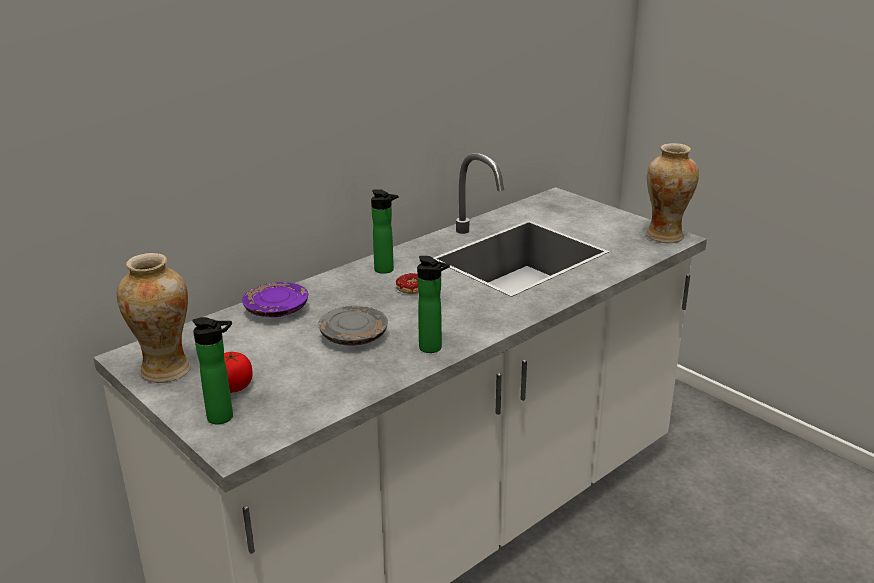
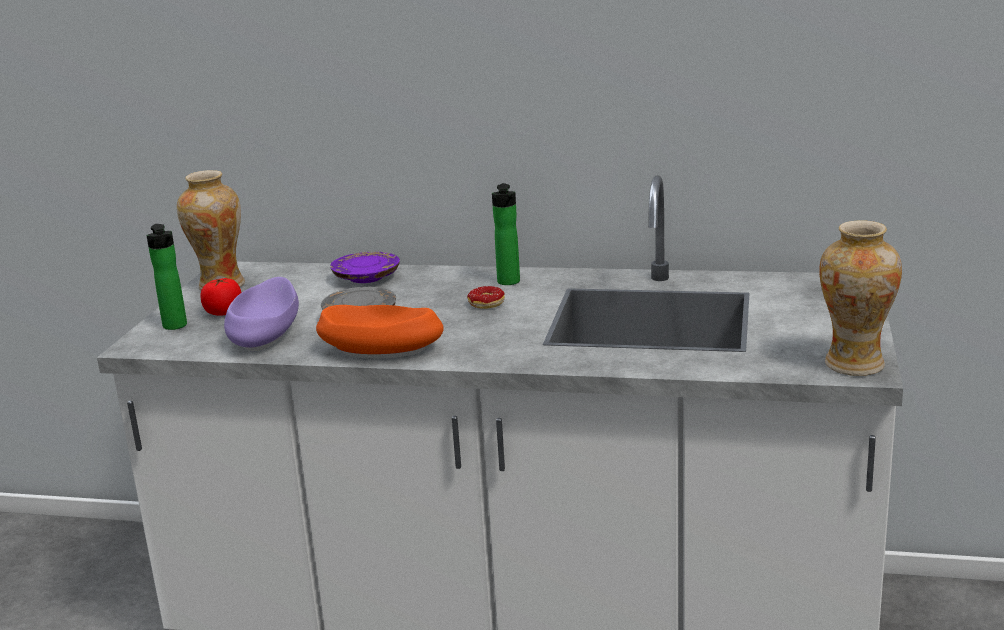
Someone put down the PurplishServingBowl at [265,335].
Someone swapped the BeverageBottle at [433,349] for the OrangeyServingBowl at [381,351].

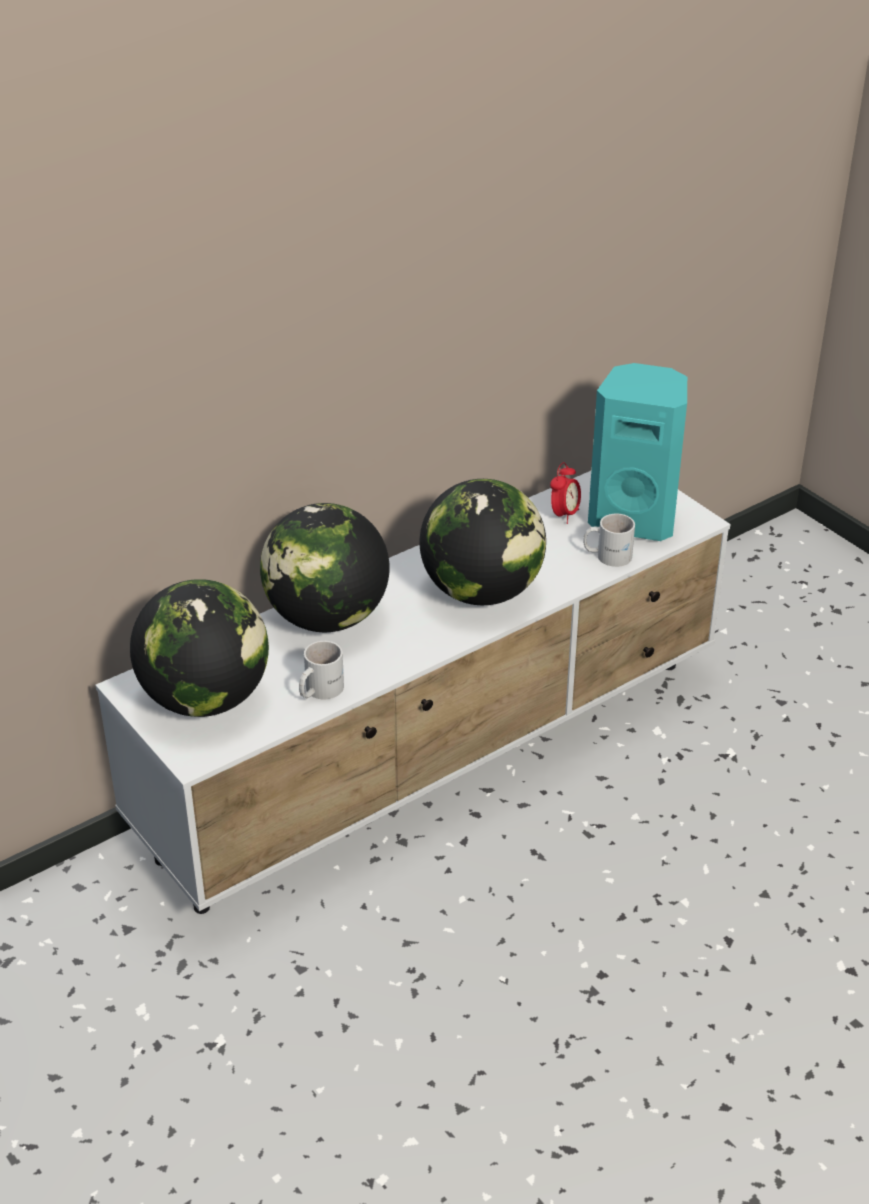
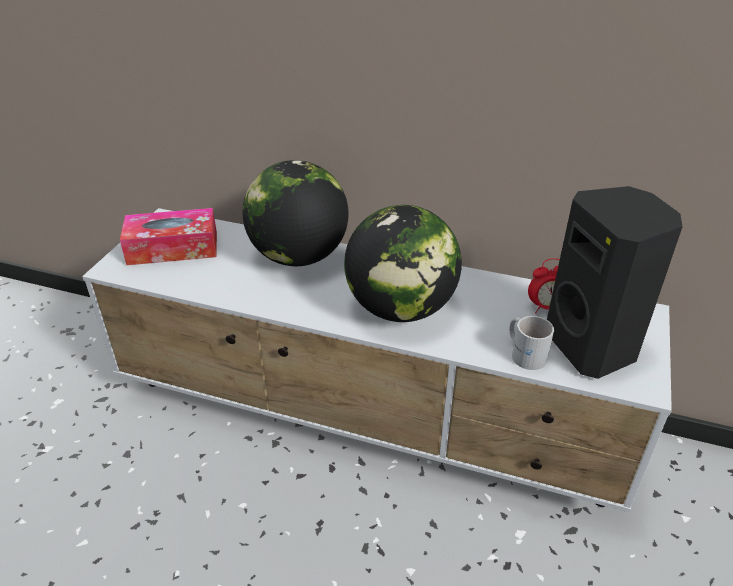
Someone took away the WhitishTeaMug at [318,690].
Someone swapped the Globe at [205,699] for the BoxOfTissues at [173,248].
Someone repainted the TurquoiseColouredSpeaker at [634,519], which became the BlackishSpeaker at [592,346].

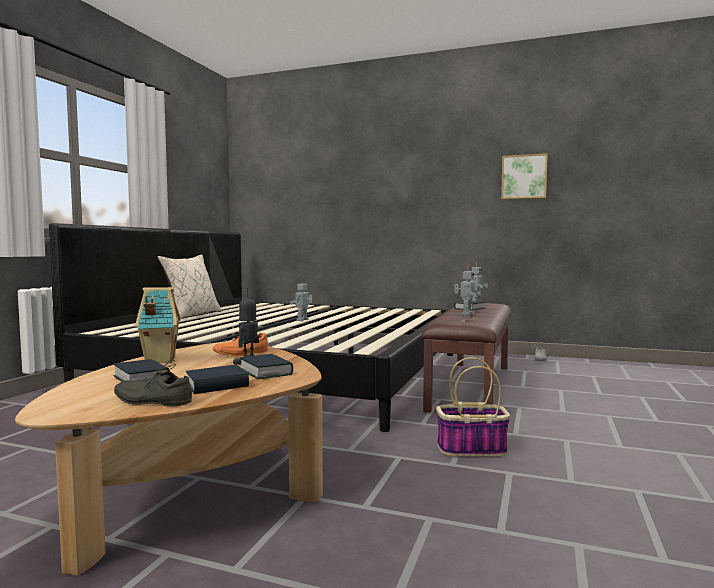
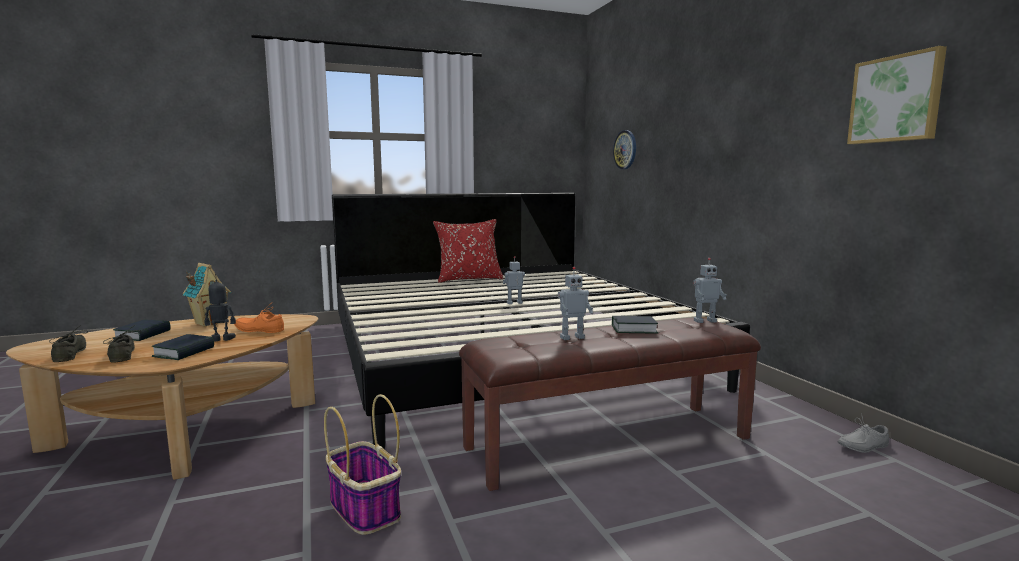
Someone put up the ClockOnTheWall at [625,150].
Someone swapped the Volume at [217,386] for the GrayLowShoe at [124,354].
Someone repainted the BeigePillow at [192,315], which became the RedColouredPillow at [468,279].

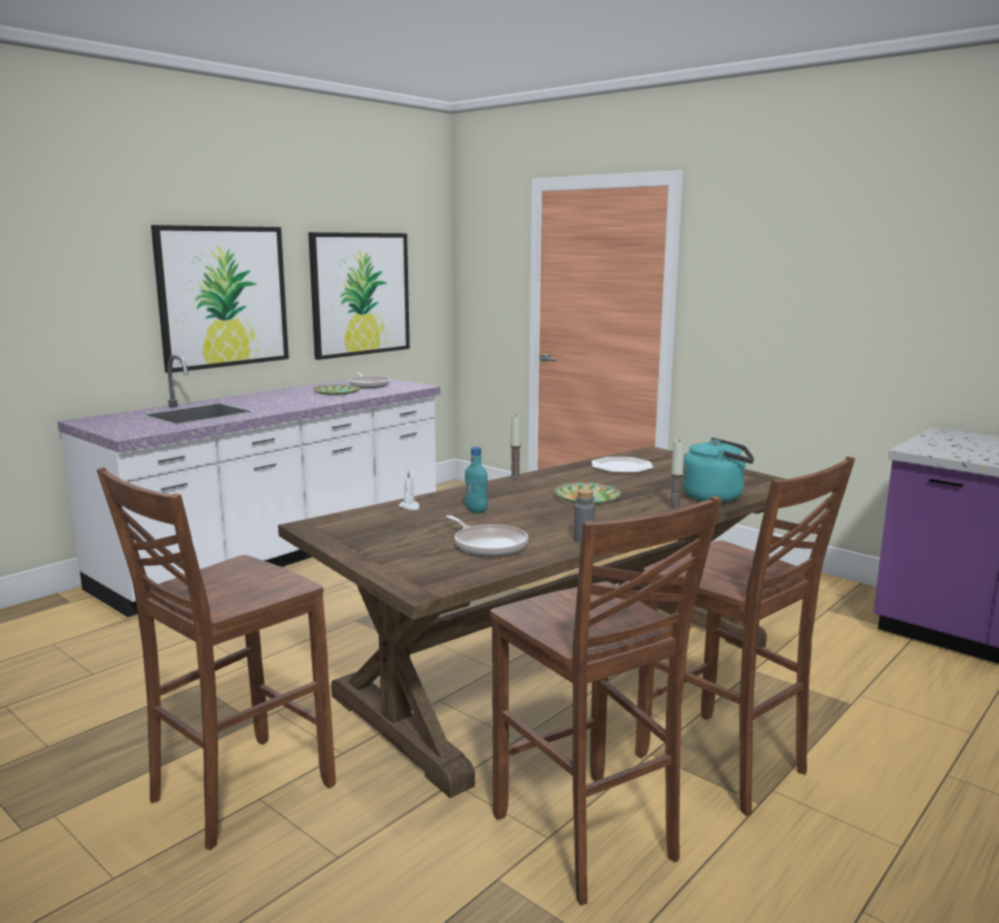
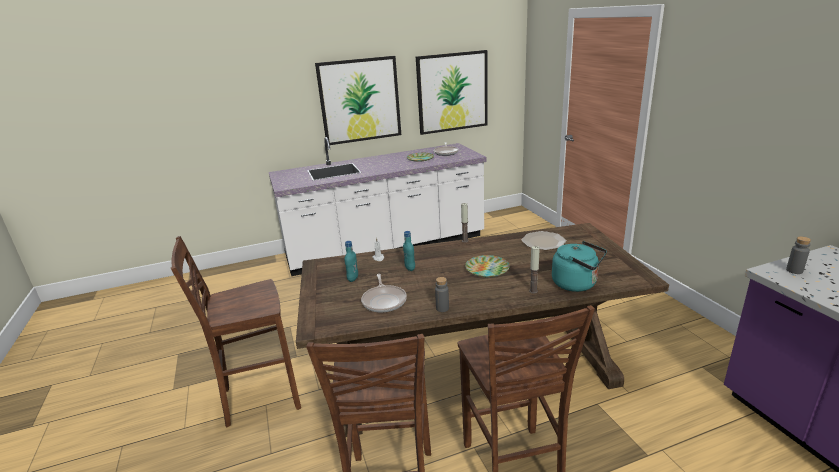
Someone put down the TurquoiseColouredBeverageBottle at [353,279].
Someone put down the GrayBeverageBottle at [794,271].

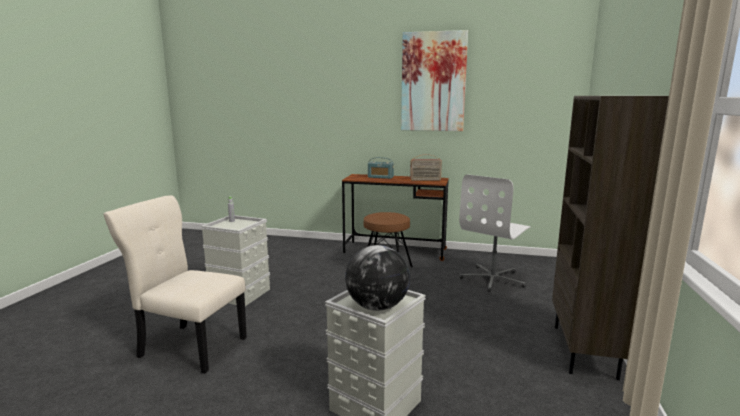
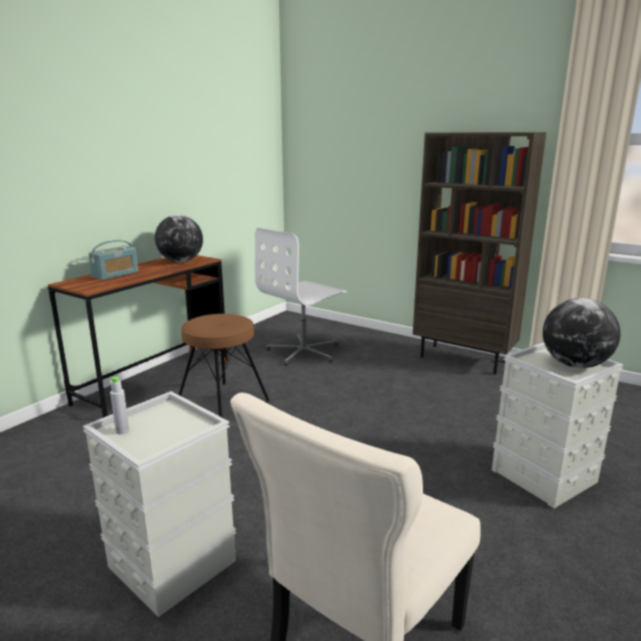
Someone took away the WallPicture at [433,82].
Someone swapped the RadioReceiver at [425,180] for the Globe at [181,261].
Someone rotated the WhitishOfficeChair at [493,279] by 75 degrees clockwise.

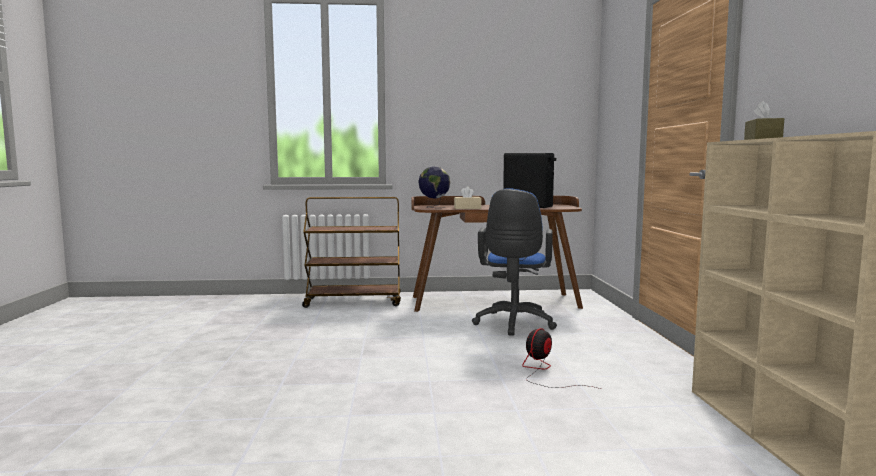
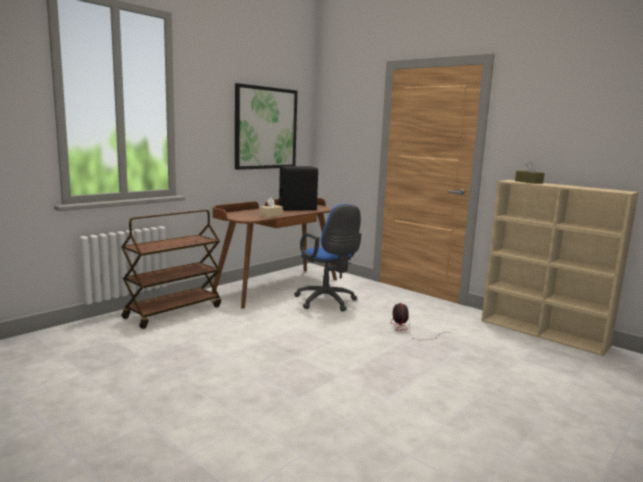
Someone took away the Globe at [434,207].
Someone put up the WallPicture at [266,128].

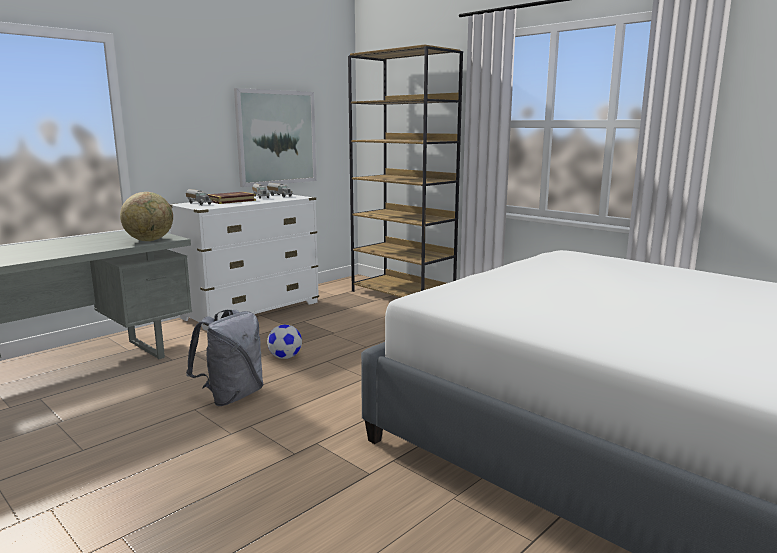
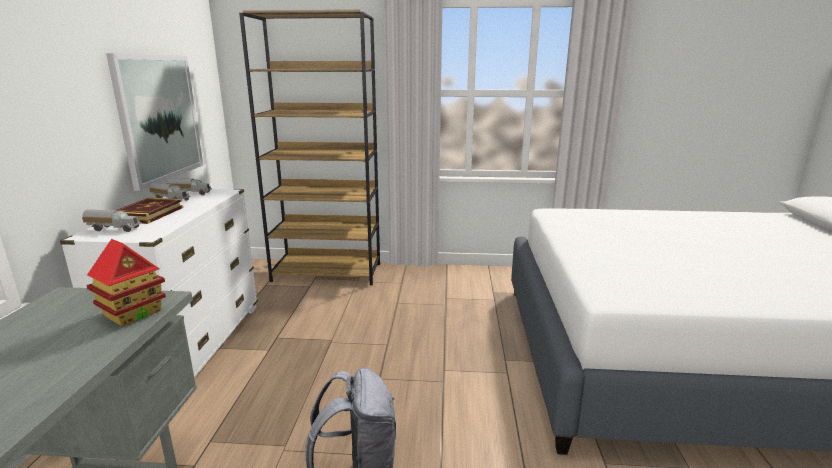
Someone took away the FootballBall at [285,357].
Someone swapped the Globe at [150,240] for the ToyHouse at [133,313].

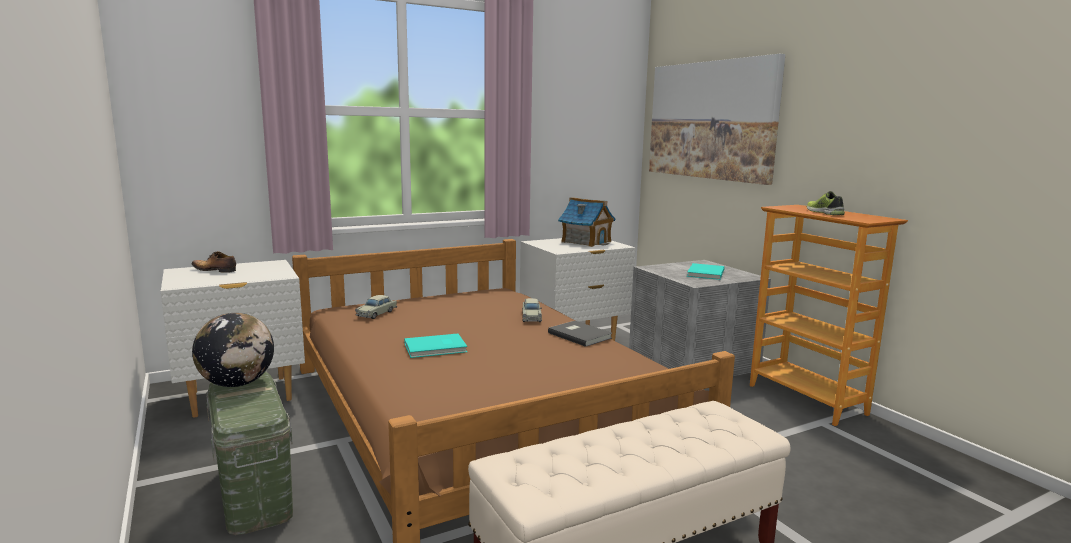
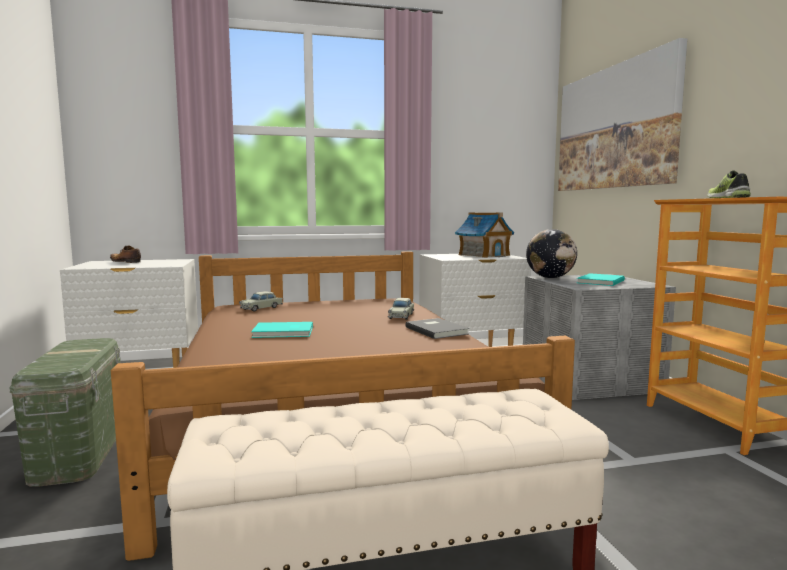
Someone carried the Globe from [237,384] to [550,277].

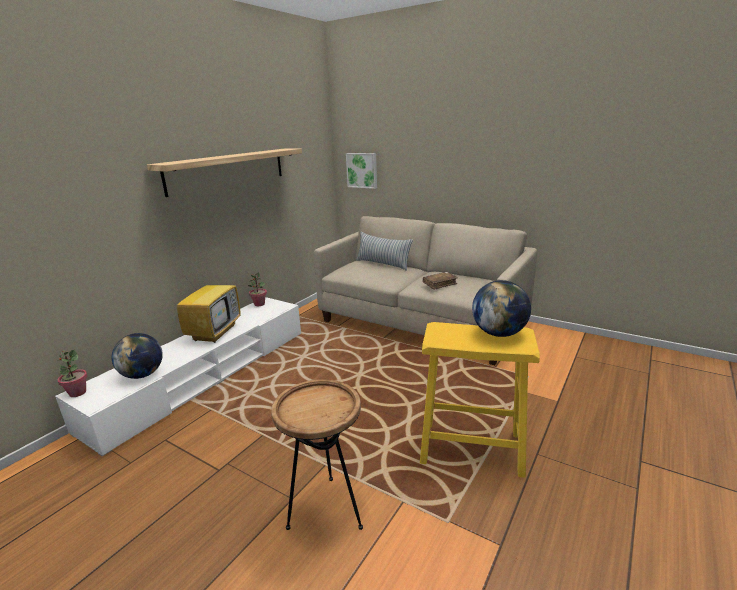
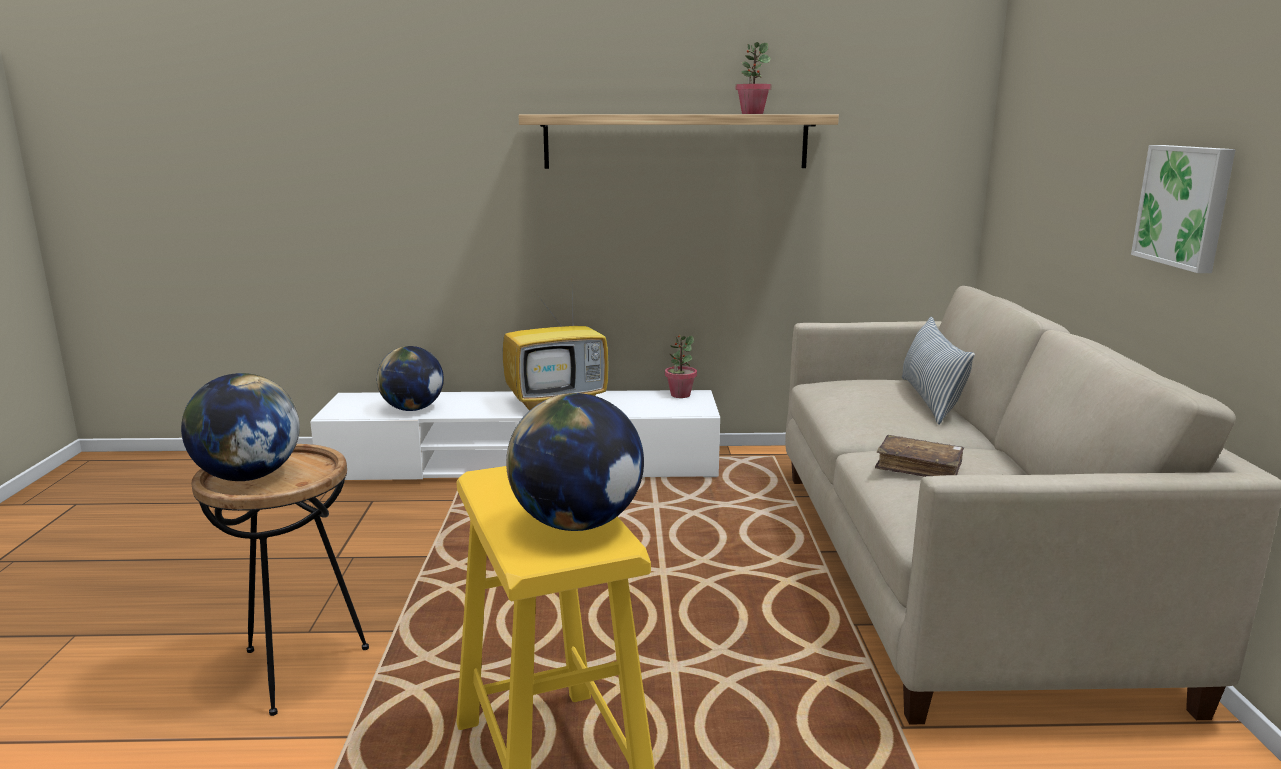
Someone put down the Globe at [248,477].
Someone carried the Houseplant from [77,393] to [752,114].
Someone carried the WallPicture from [362,170] to [1185,206].

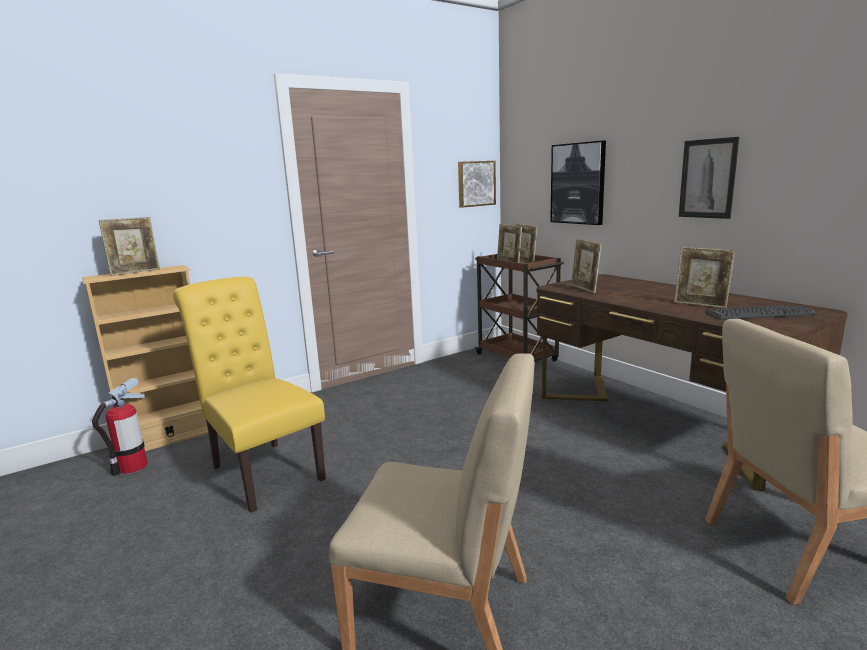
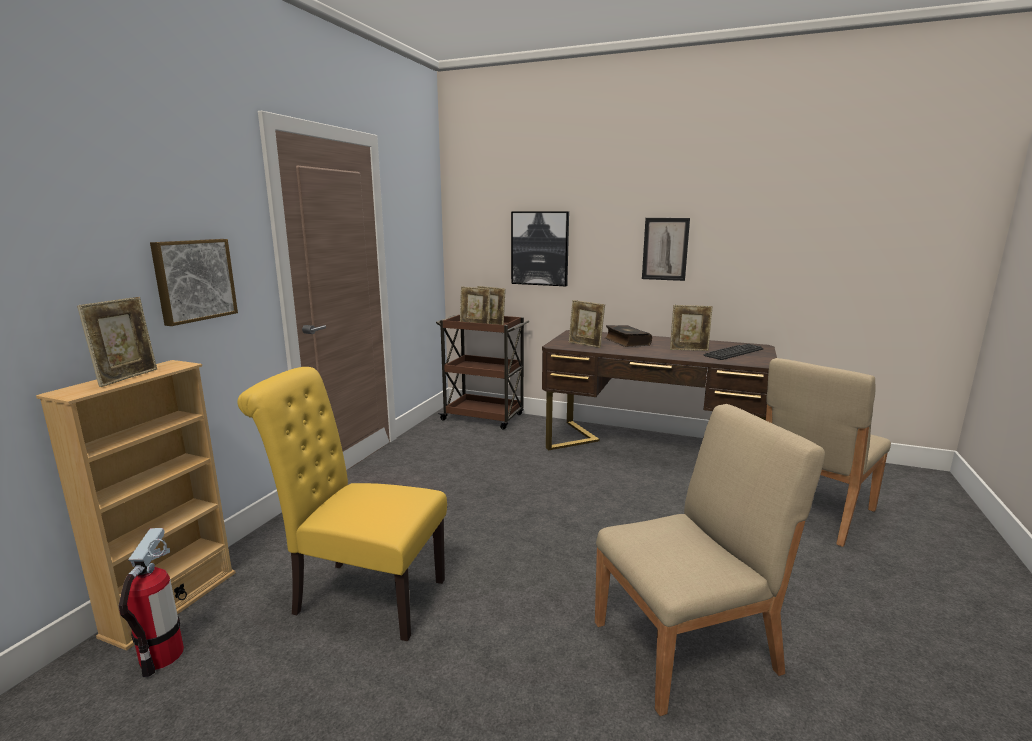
Someone put down the Volume at [626,342].
Someone carried the WallPicture from [475,183] to [193,280].

